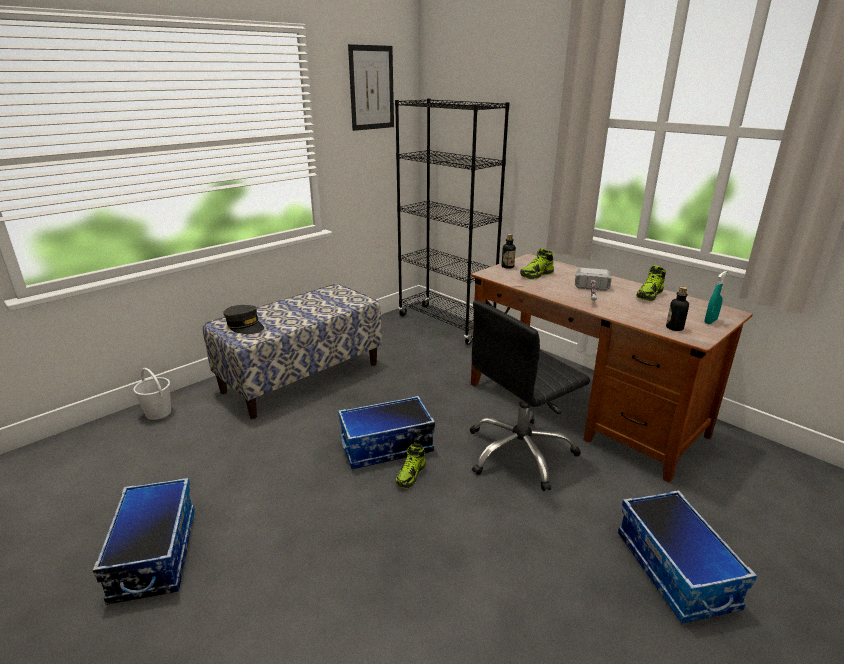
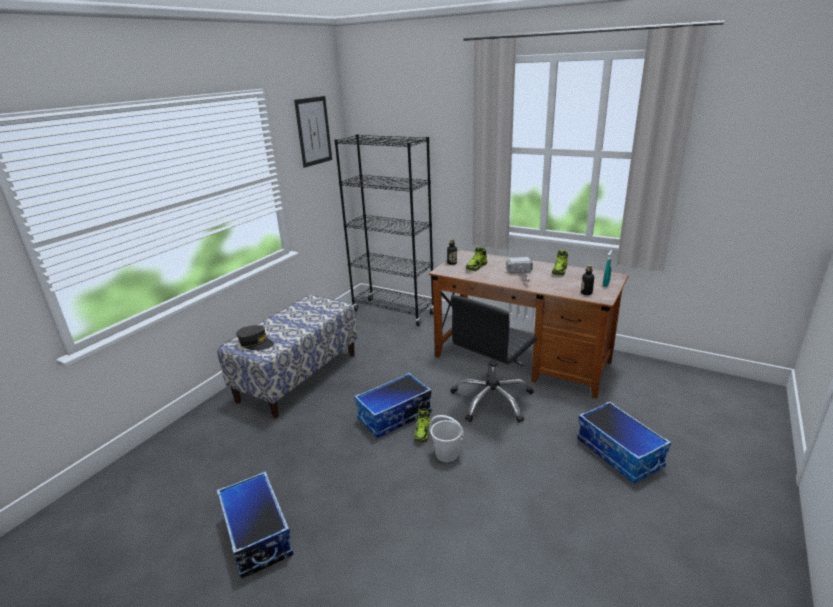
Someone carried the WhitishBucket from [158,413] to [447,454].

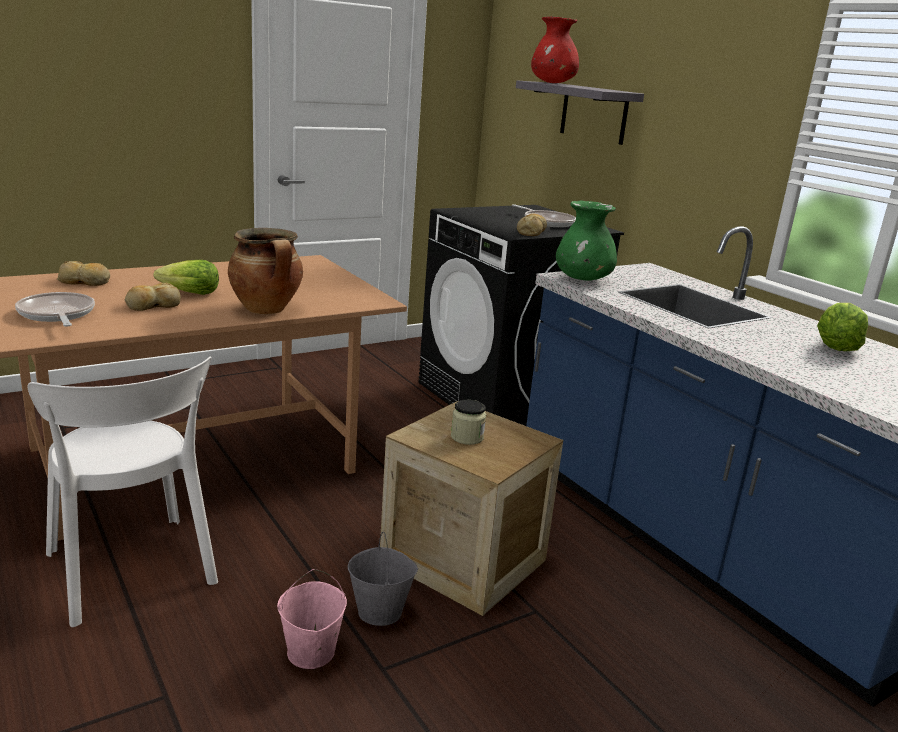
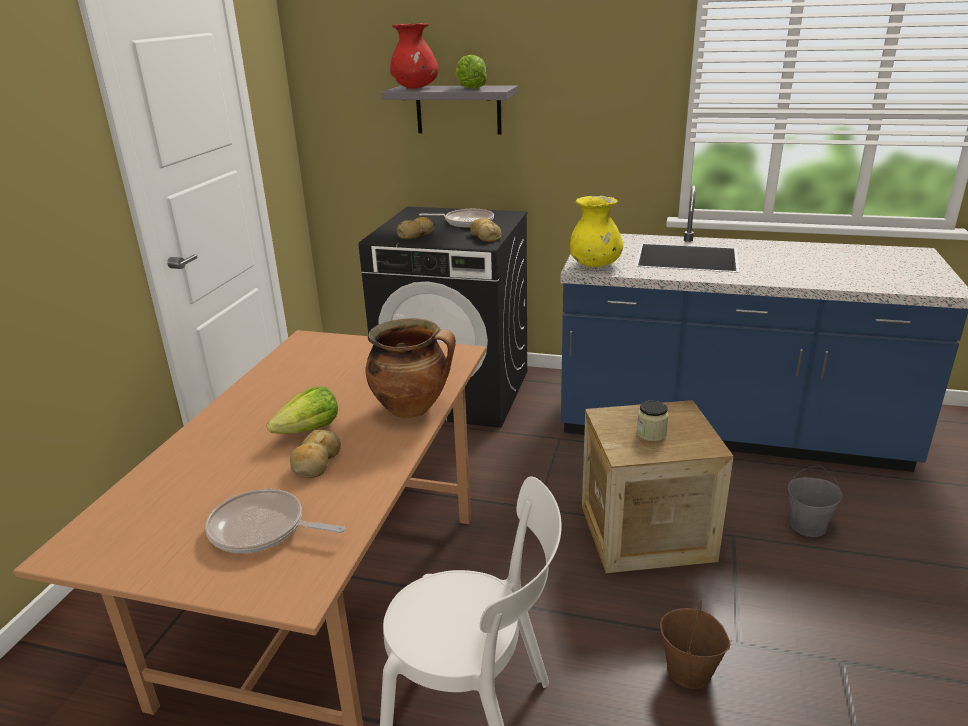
Someone carried the BakeryBread from [85,282] to [416,234].
Someone carried the GrayBucket from [380,611] to [808,525].
Someone carried the Lettuce from [835,348] to [470,89].
Someone repainted the PinkColouredBucket at [311,652], which became the BrownColouredBucket at [690,671].
Someone repainted the GreenColouredFlowerVase at [583,279], which became the YellowColouredFlowerVase at [595,265].

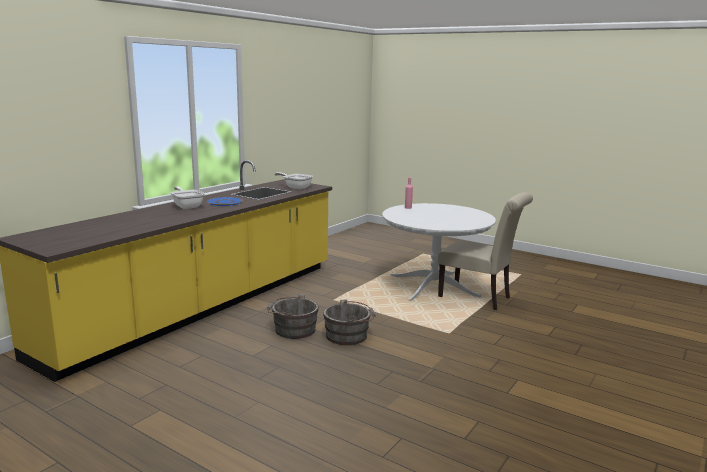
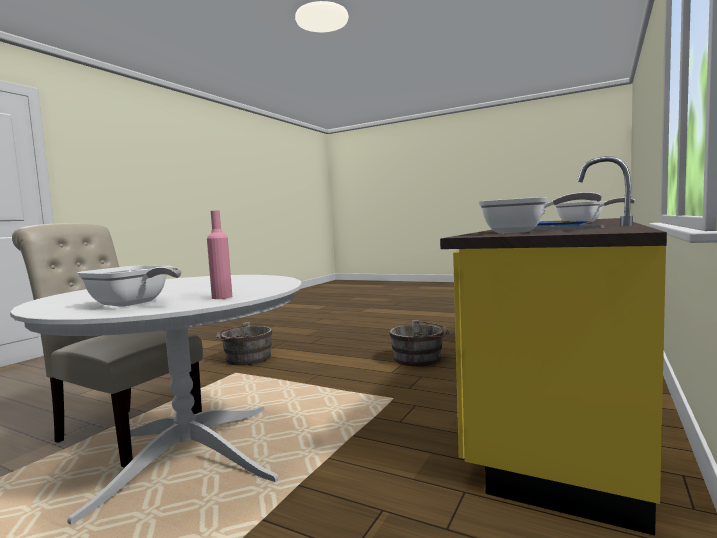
Someone put down the Skillet at [133,304].
Someone carried the GrayBucket from [349,336] to [245,359].

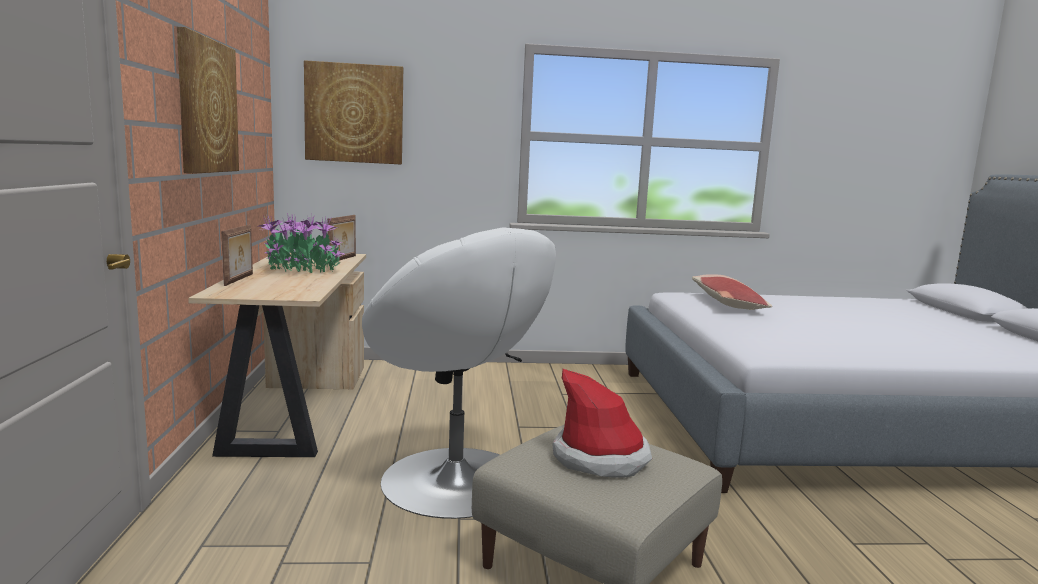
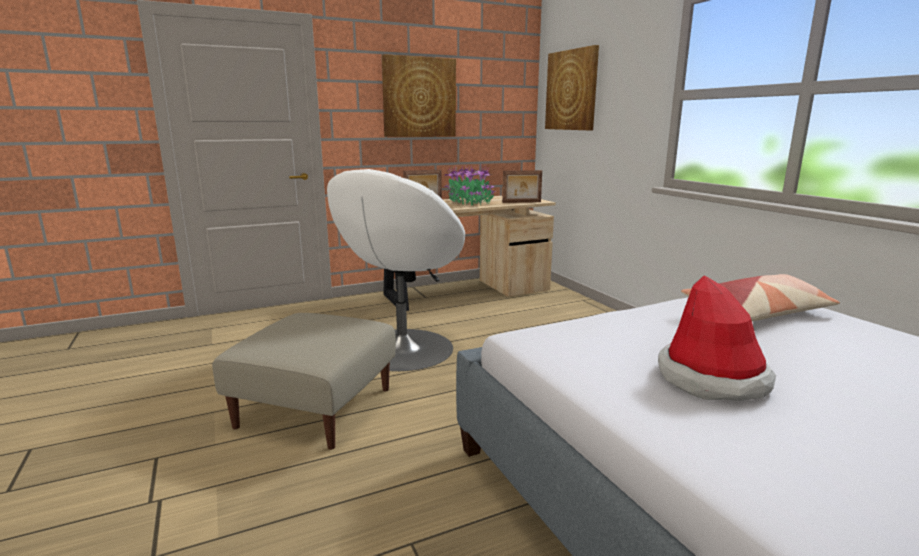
Someone carried the WearableHat from [601,457] to [712,378].

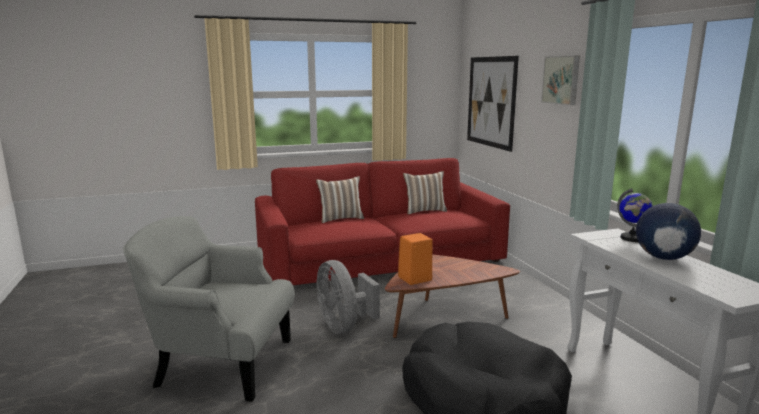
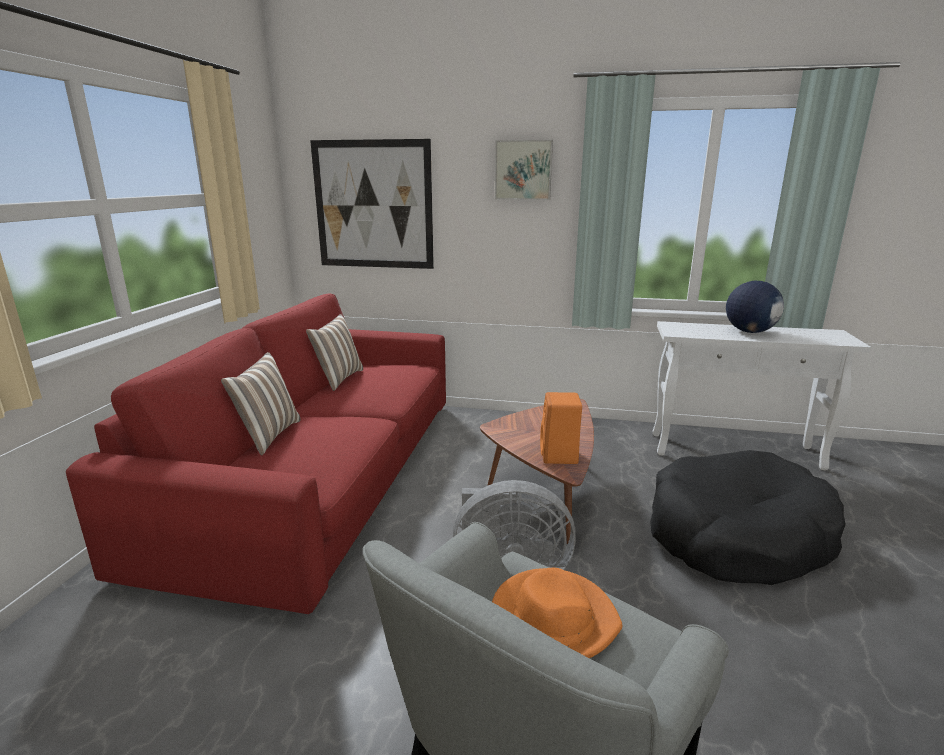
Someone took away the Globe at [632,238].
Someone put down the OrangeyWearableHat at [553,618].

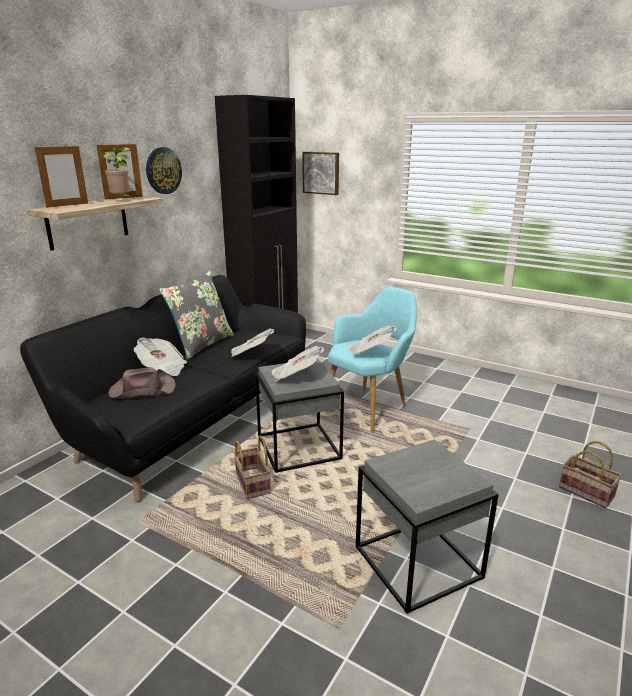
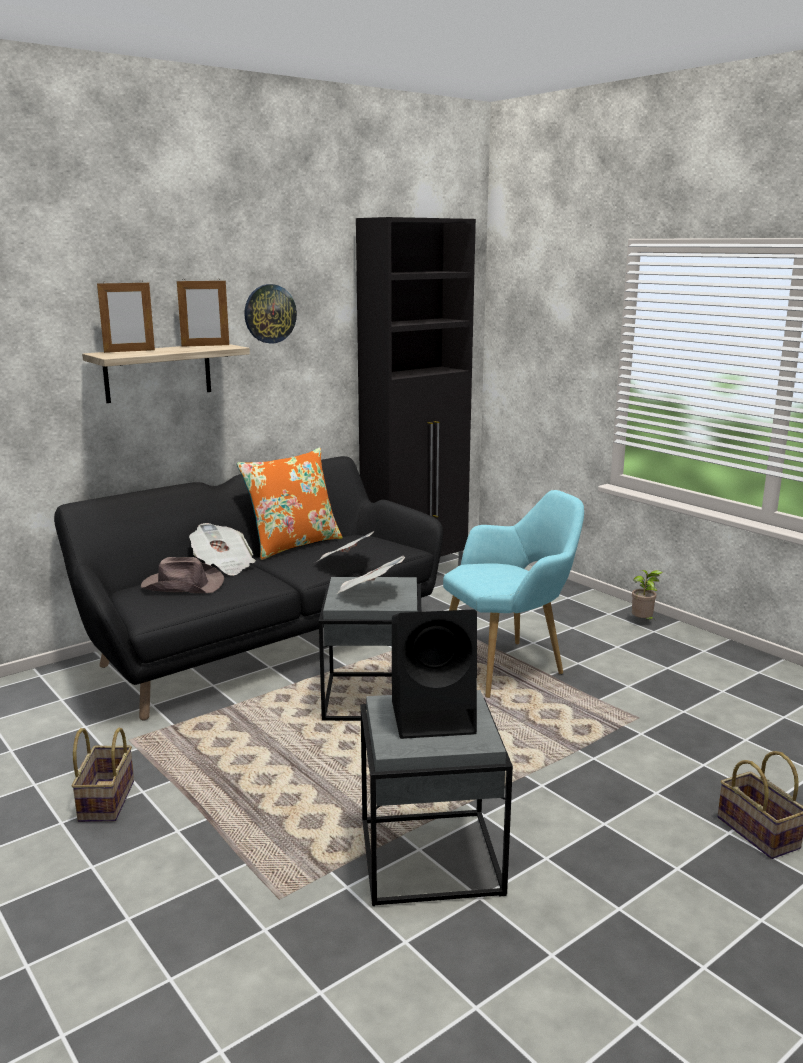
Someone took away the WallPicture at [321,173].
Someone took away the PrintedPaper at [370,351].
Someone put down the BlackishSpeaker at [435,716].
Someone carried the Houseplant from [122,200] to [643,622].
Someone carried the HouseholdBasket from [251,483] to [105,800].
Someone repainted the GrayPillow at [201,344], which became the OrangeyPillow at [293,545].

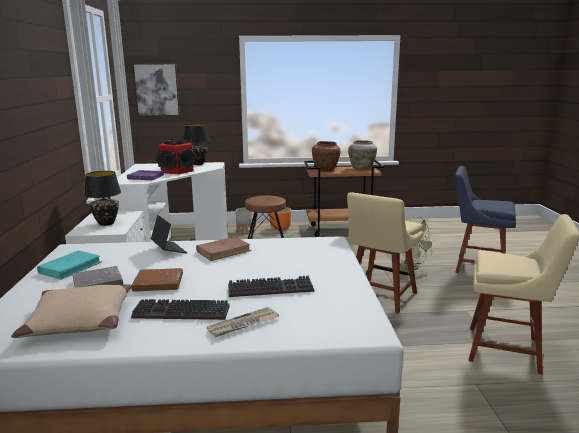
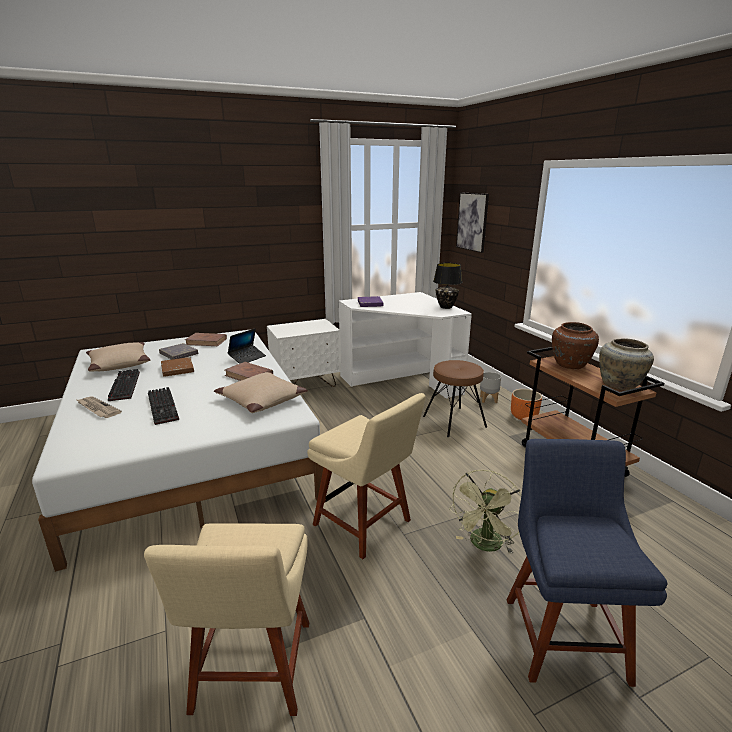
Someone took away the BlackishLampForATable at [107,223].
Someone took away the Speaker at [177,171].
Someone put down the BeigePillow at [261,400].
Someone repainted the TurquoiseColouredVolume at [70,267], which became the BrownColouredVolume at [206,341].
Someone rotated the BeigeUprightChair at [380,297] by 150 degrees counterclockwise.

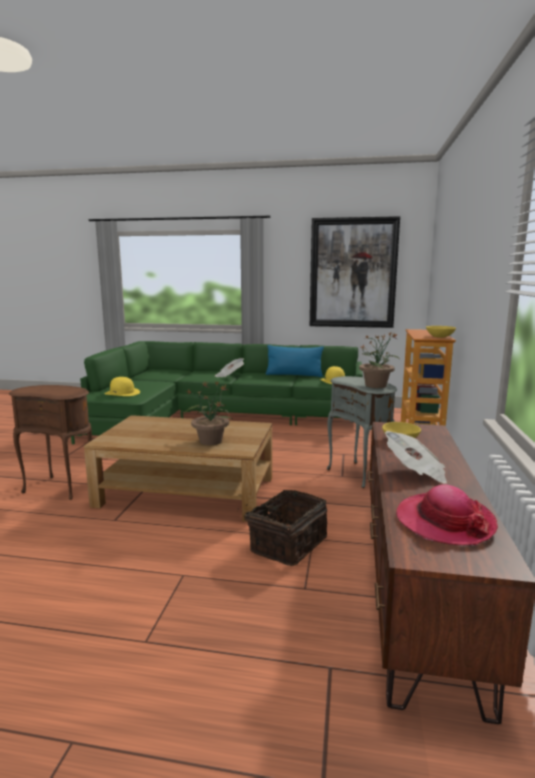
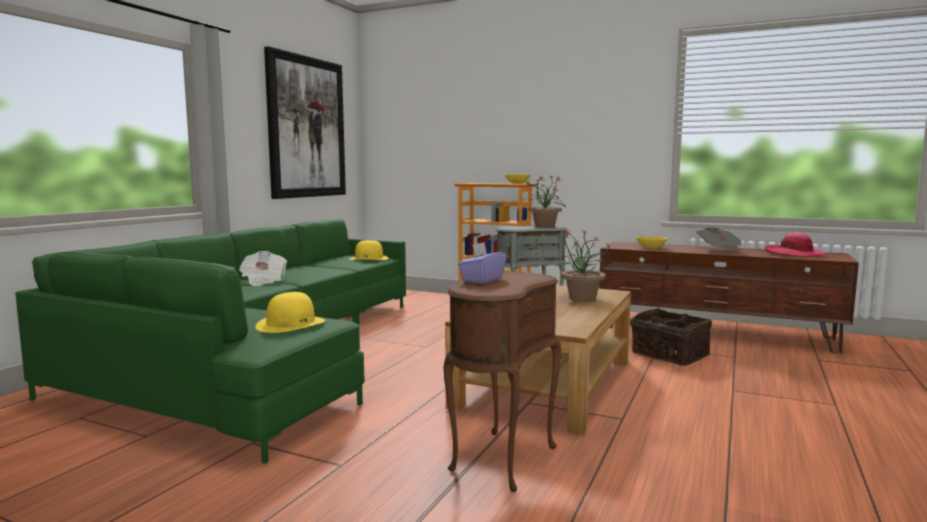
Someone took away the BluePillow at [294,375].
Someone put down the PurplishBoxOfTissues at [482,280].

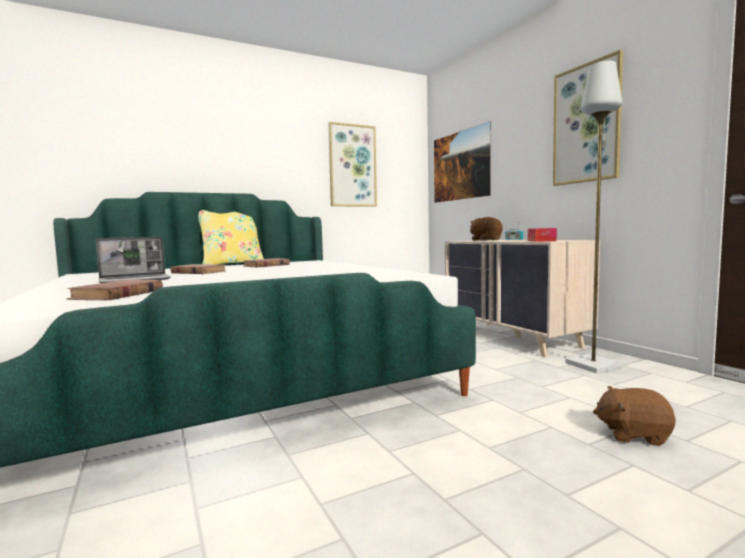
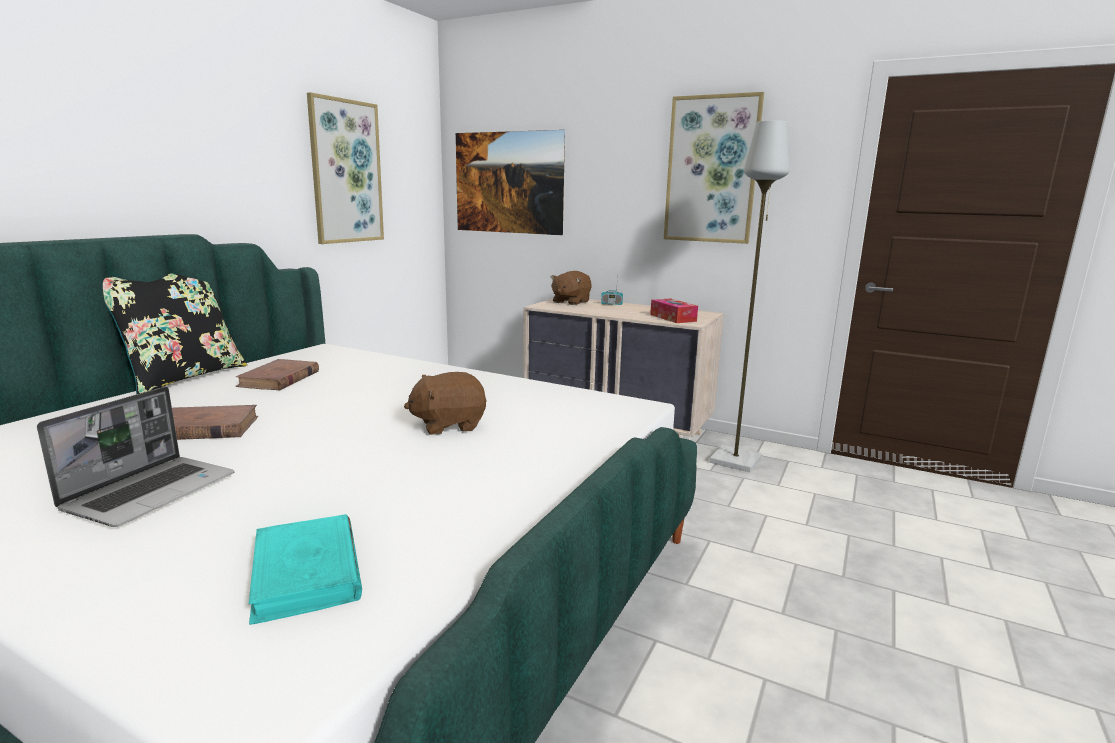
Someone carried the BrownColouredCuddlyToy from [633,434] to [448,425].
Someone repainted the BrownColouredVolume at [118,294], which became the TurquoiseColouredVolume at [306,572].
Someone repainted the YellowColouredPillow at [232,264], which became the BlackishPillow at [183,377].

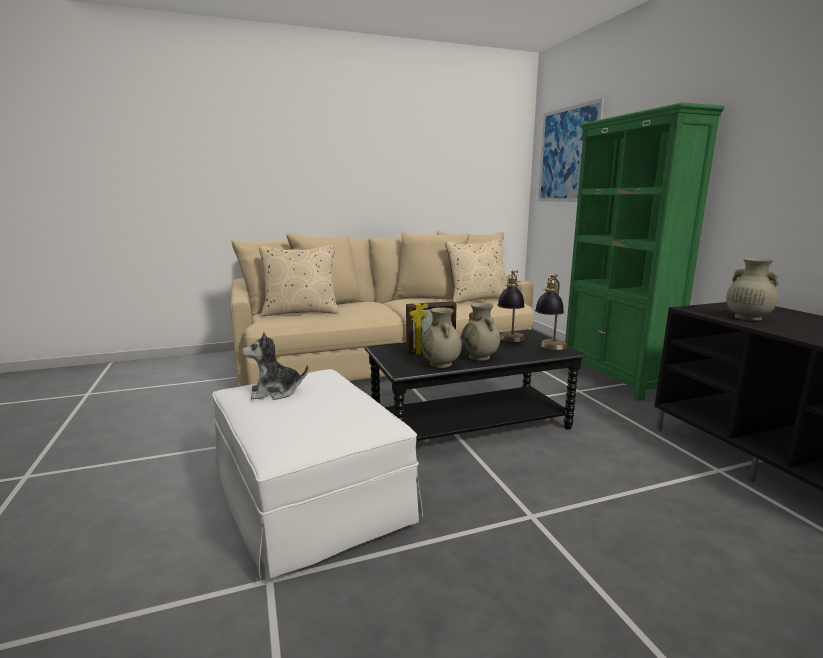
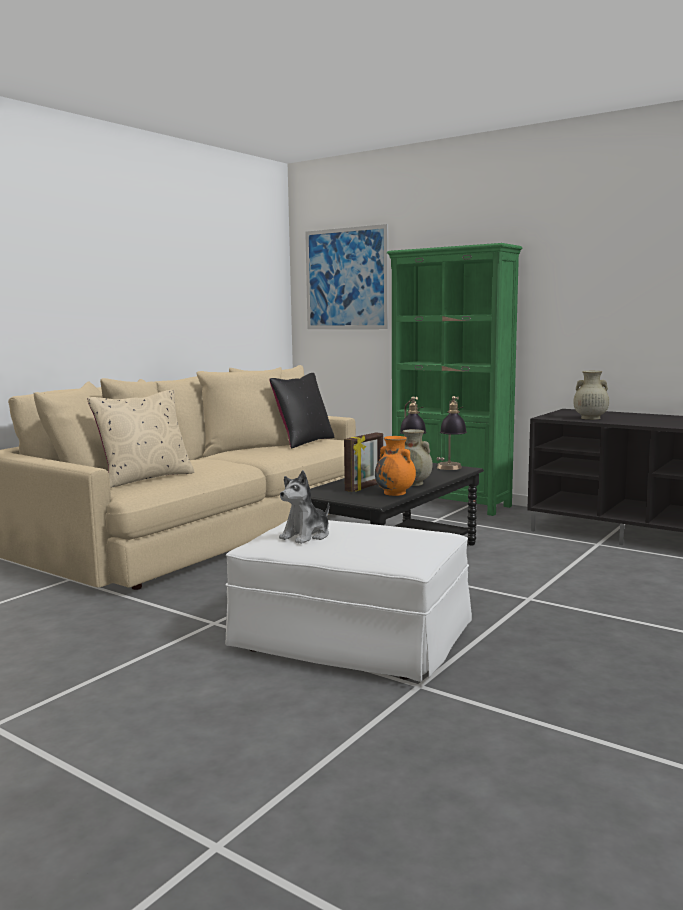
Someone repainted the BeigeFlowerVase at [441,364], which became the OrangeyFlowerVase at [395,493].
Someone repainted the BeigePillow at [477,299], which became the BlackishPillow at [304,442].

